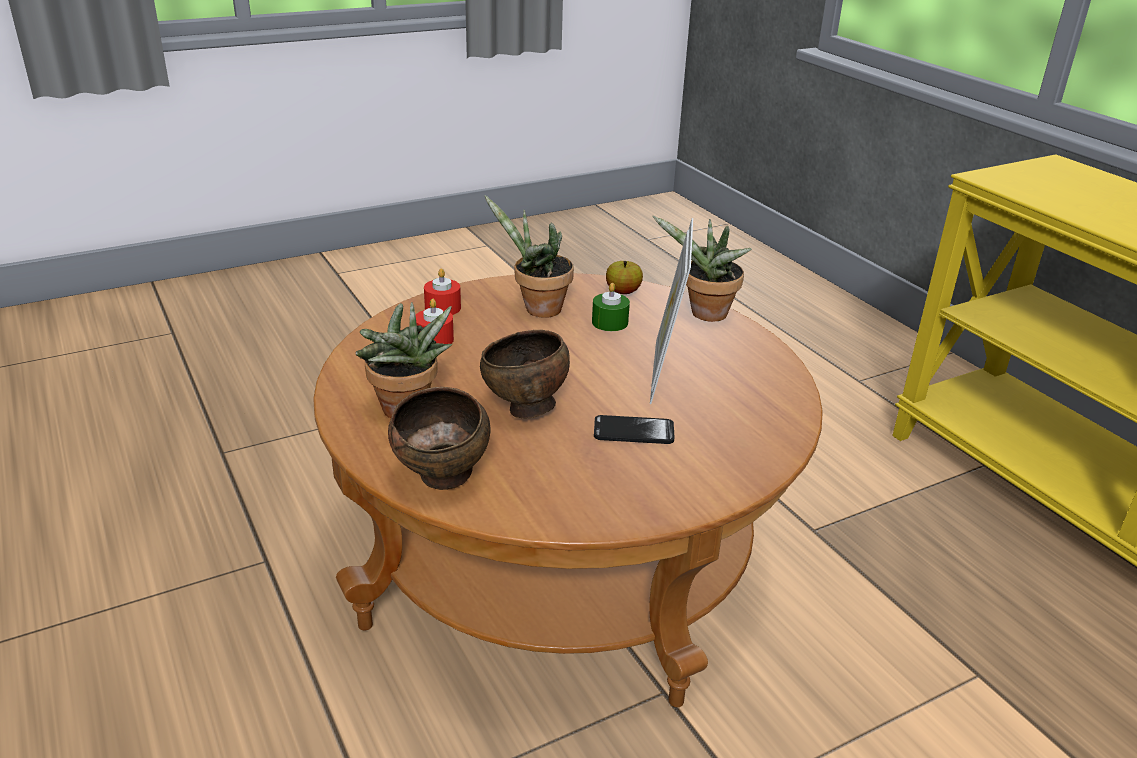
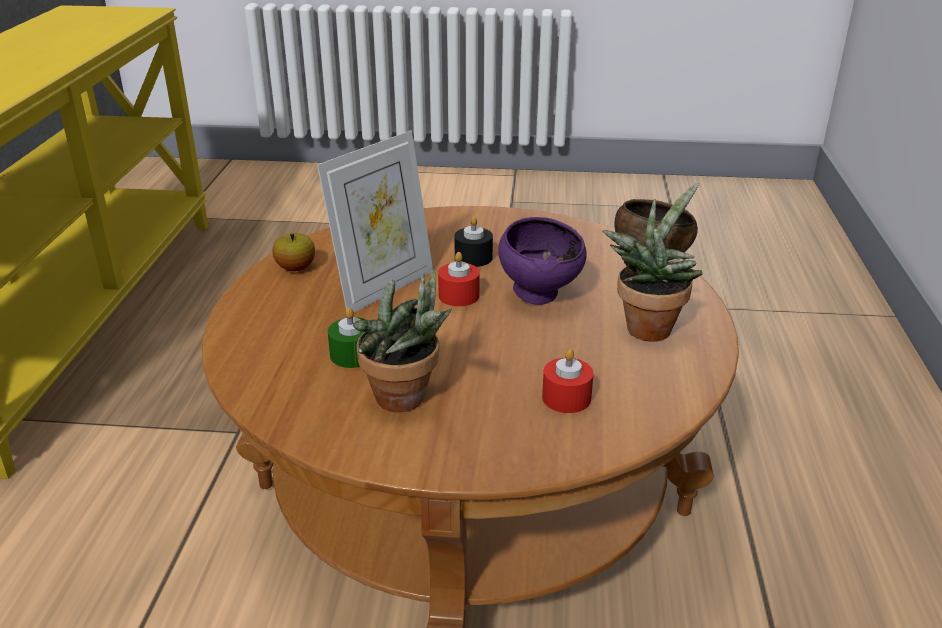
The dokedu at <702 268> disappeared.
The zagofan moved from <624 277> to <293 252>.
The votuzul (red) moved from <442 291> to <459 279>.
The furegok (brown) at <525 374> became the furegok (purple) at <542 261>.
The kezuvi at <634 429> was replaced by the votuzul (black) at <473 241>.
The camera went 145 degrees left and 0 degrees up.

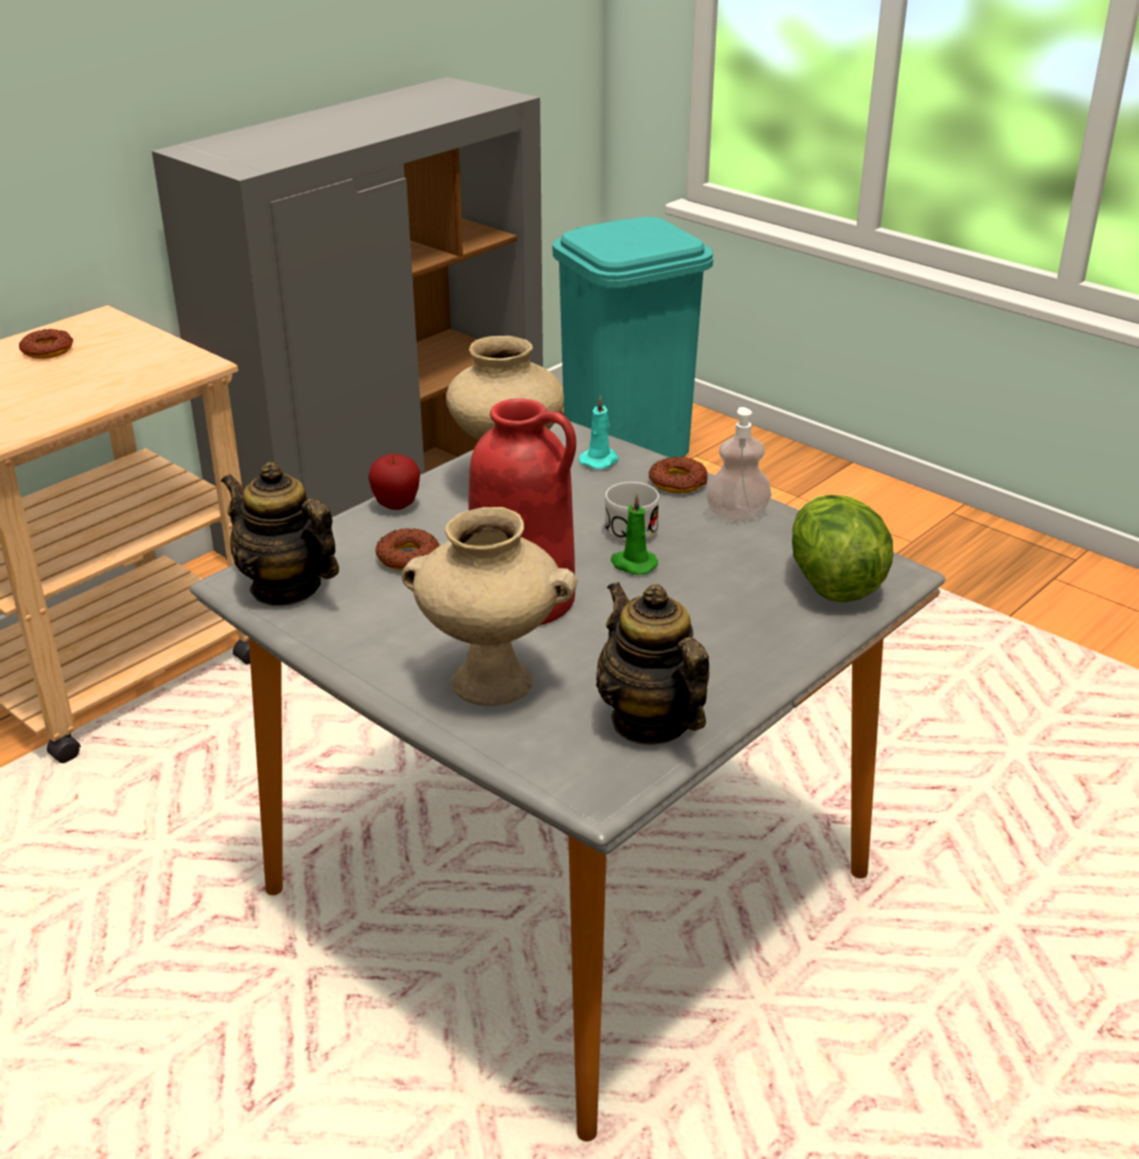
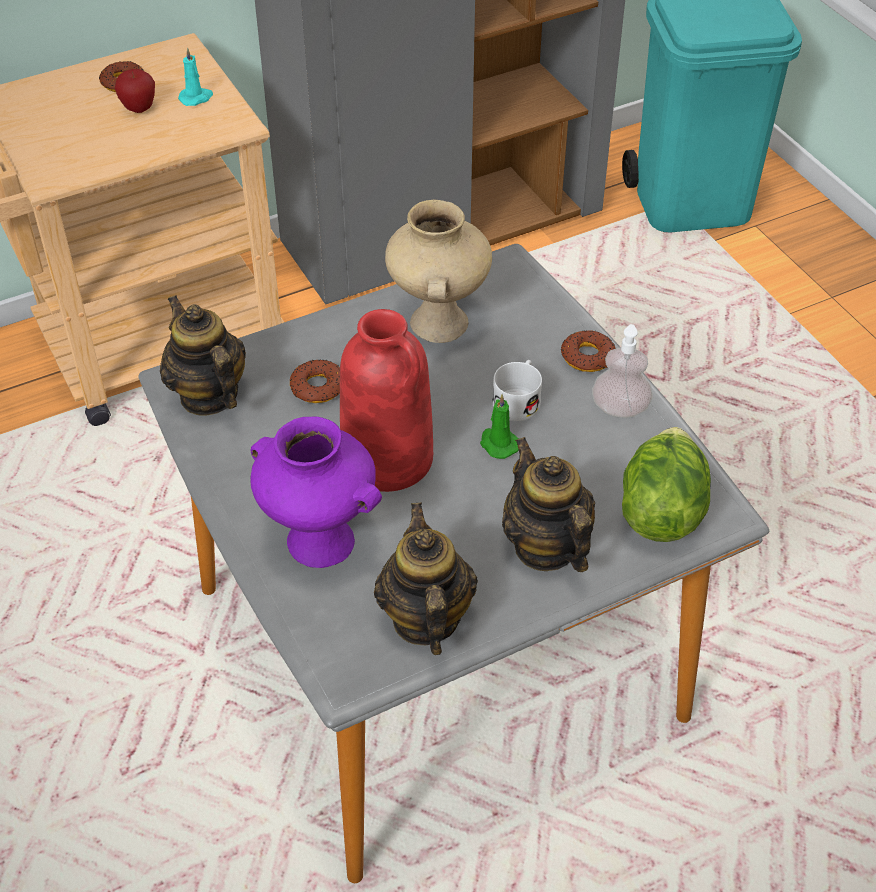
The votuzul (turquoise) moved from <599 432> to <195 76>.
The zagofan moved from <394 482> to <135 91>.
The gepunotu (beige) at <489 606> became the gepunotu (purple) at <316 492>.
The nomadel at <548 504> appeared.
The camera went 20 degrees right and 15 degrees up.

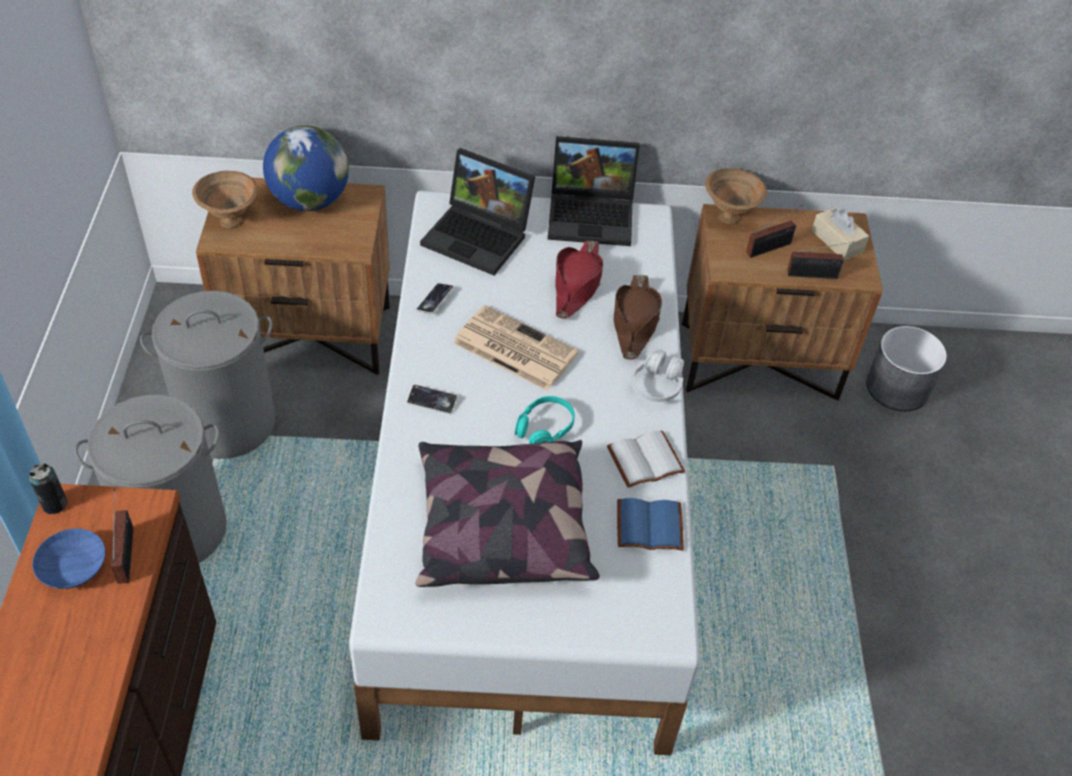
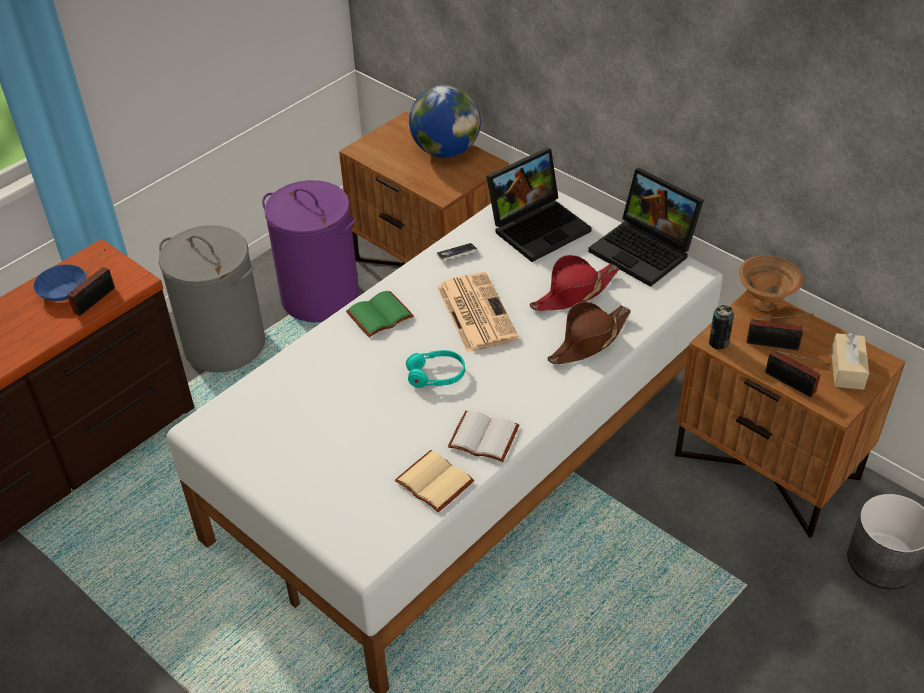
The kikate at <477 212> turned 105 degrees counterclockwise.
The furegok (brown) at <225 199> disappeared.
The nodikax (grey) at <207 375> became the nodikax (purple) at <310 251>.
The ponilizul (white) at <657 375> disappeared.
The kezuvi at <432 399> was replaced by the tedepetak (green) at <380 314>.
The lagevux at <508 513> disappeared.
The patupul moved from <48 488> to <721 327>.
The tedepetak (blue) at <650 524> became the tedepetak (beige) at <434 481>.
The camera went 45 degrees right and 5 degrees down.

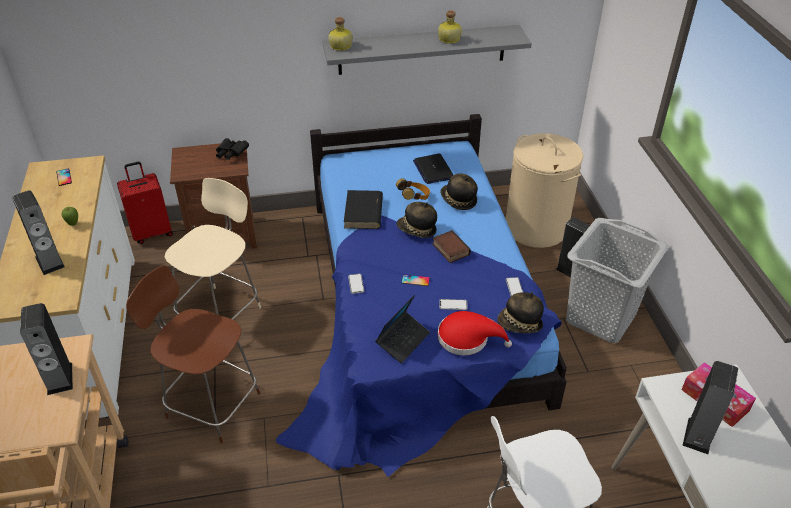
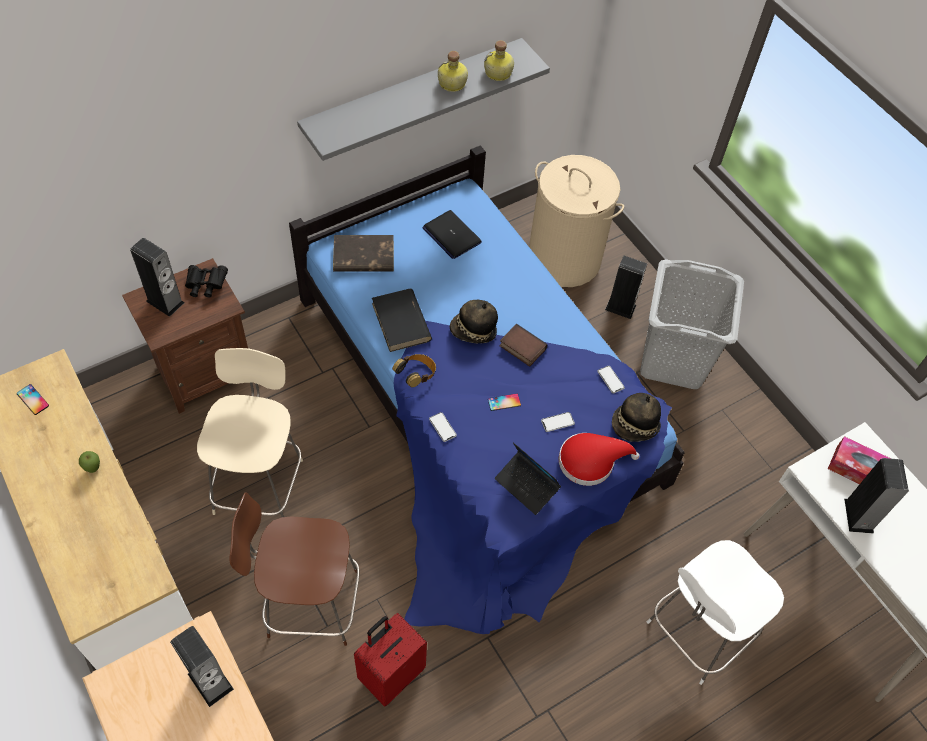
The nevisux moved from <340 34> to <499 60>.
The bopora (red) moved from <145 203> to <390 660>.
The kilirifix at <459 191> disappeared.
The ponilizul moved from <413 189> to <414 370>.
The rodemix moved from <38 232> to <157 277>.
The kikate at <402 329> turned 120 degrees clockwise.
The tedepetak (brown) at <363 253> appeared.
The camera went 25 degrees left and 15 degrees up.

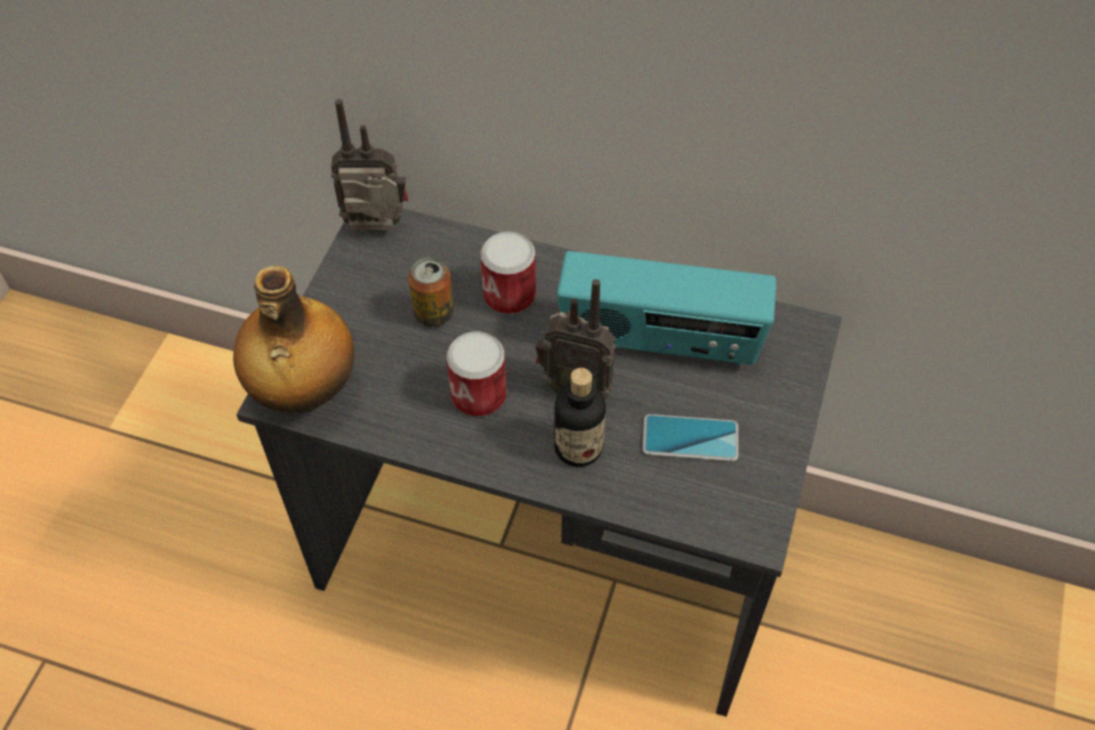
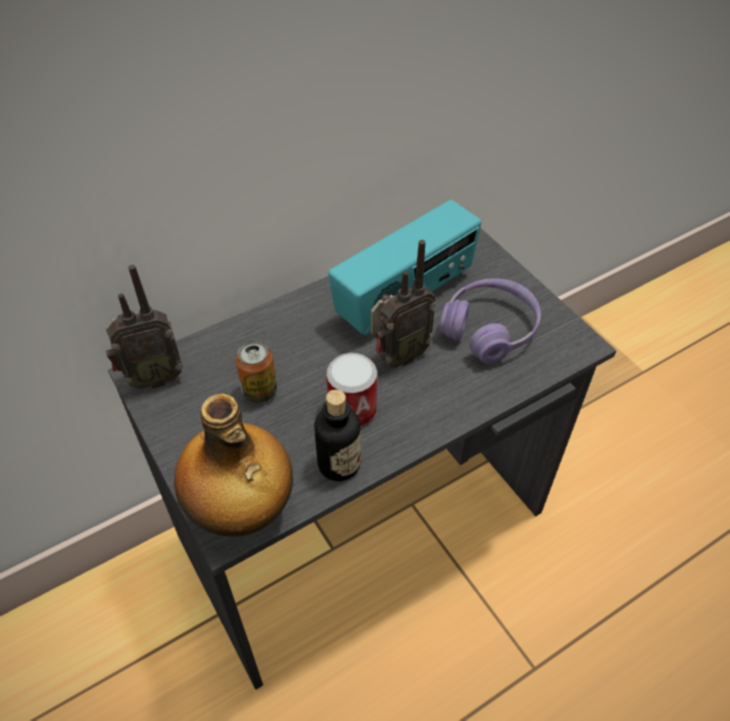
The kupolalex at <370 165> turned 150 degrees counterclockwise.
The patupul at <508 273> disappeared.
The nevisux moved from <580 417> to <337 435>.
The kezuvi at <690 437> was replaced by the ponilizul (purple) at <490 321>.
The camera went 50 degrees left and 5 degrees down.

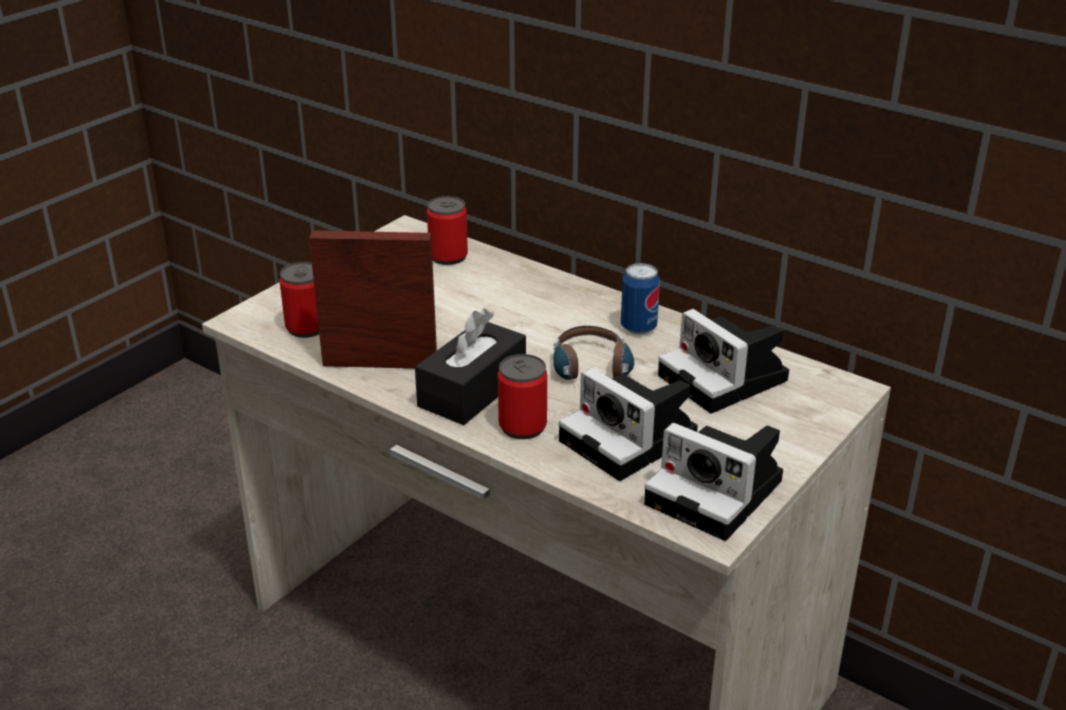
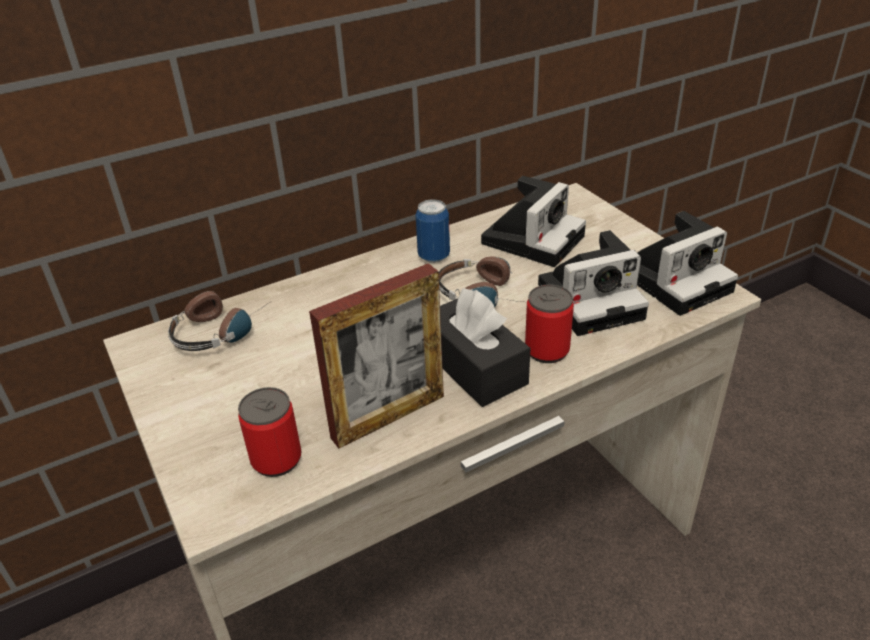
The patupul at <447 230> was replaced by the ponilizul at <219 321>.
The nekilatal at <373 299> turned 150 degrees counterclockwise.
The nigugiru at <723 361> turned 45 degrees counterclockwise.
The camera went 65 degrees left and 5 degrees up.

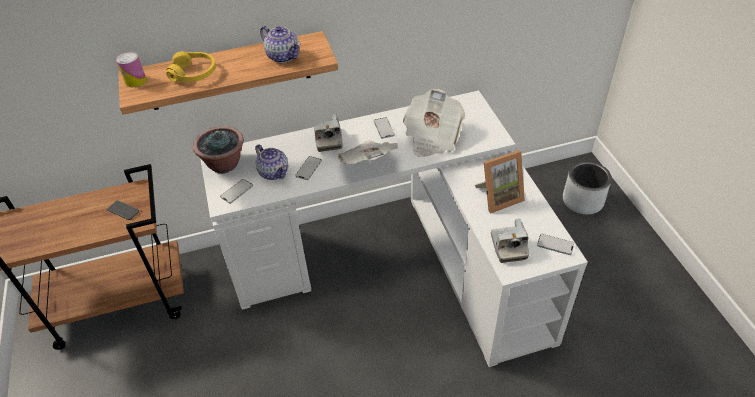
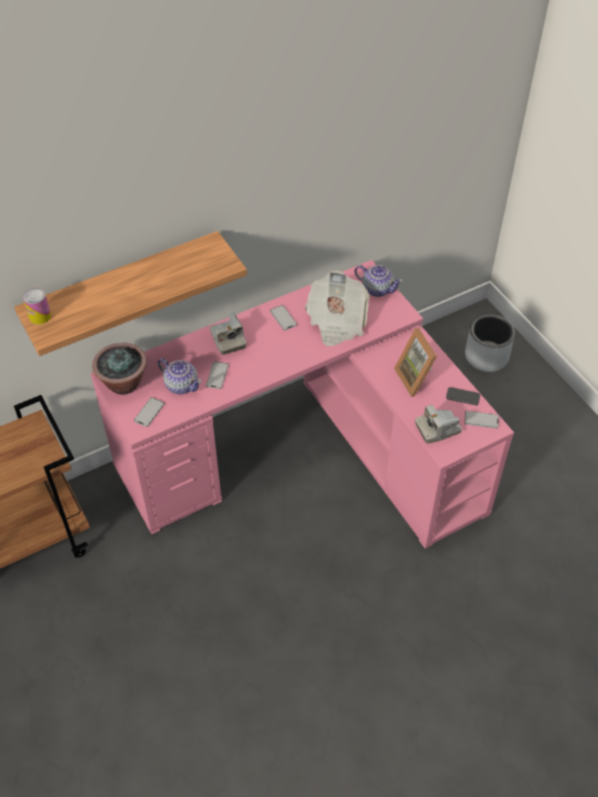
The nomadel moved from <280 44> to <379 281>.
The ponilizul (yellow) at <191 66> disappeared.
The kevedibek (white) at <394 229> became the kevedibek (pink) at <302 404>.
The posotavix at <368 152> disappeared.
The nekilatal at <500 181> turned 105 degrees clockwise.
The kezuvi moved from <123 210> to <463 396>.
The nigugiru at <510 241> turned 90 degrees clockwise.
The camera went 15 degrees left and 5 degrees up.

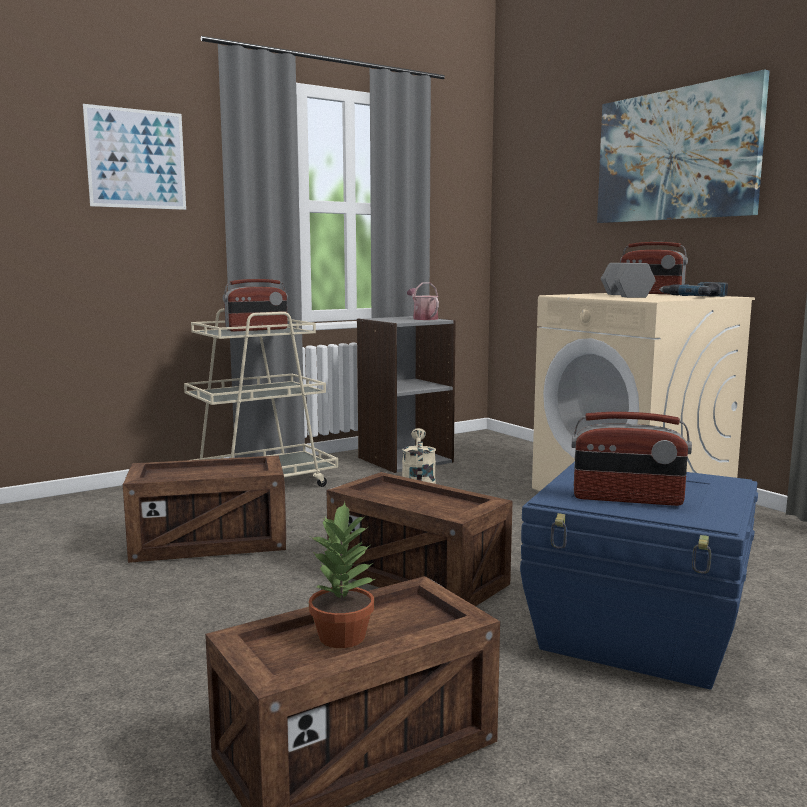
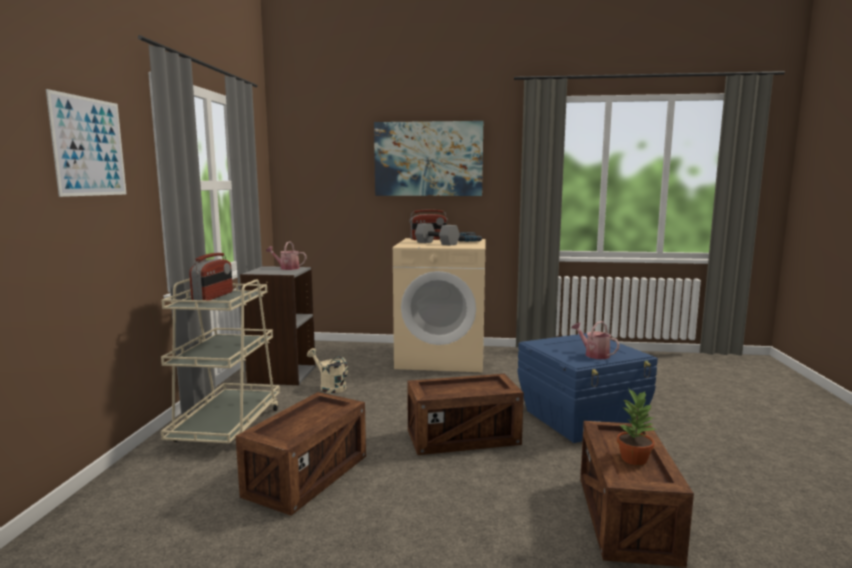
The kupolalex at <632 459> was replaced by the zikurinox at <595 340>.
The camera went 50 degrees left and 0 degrees up.

